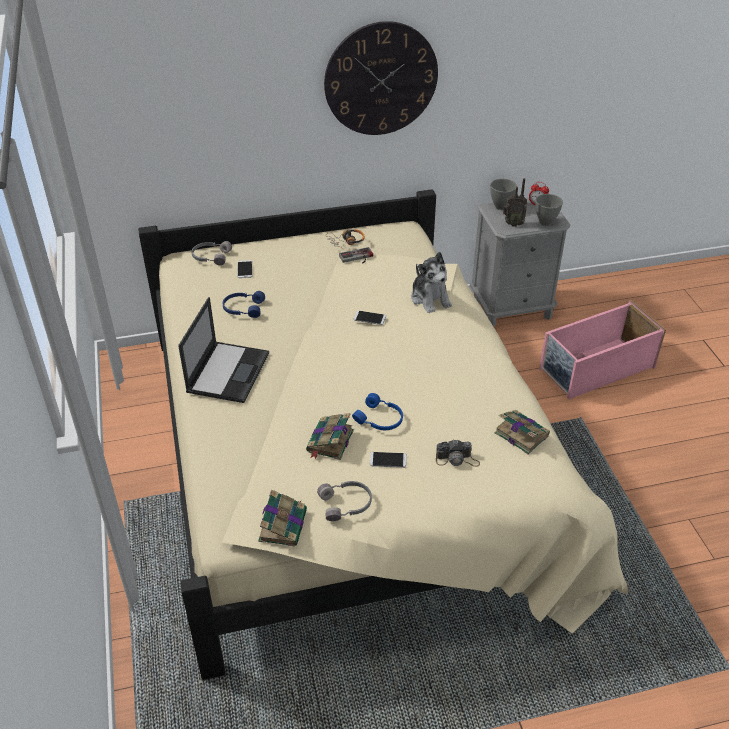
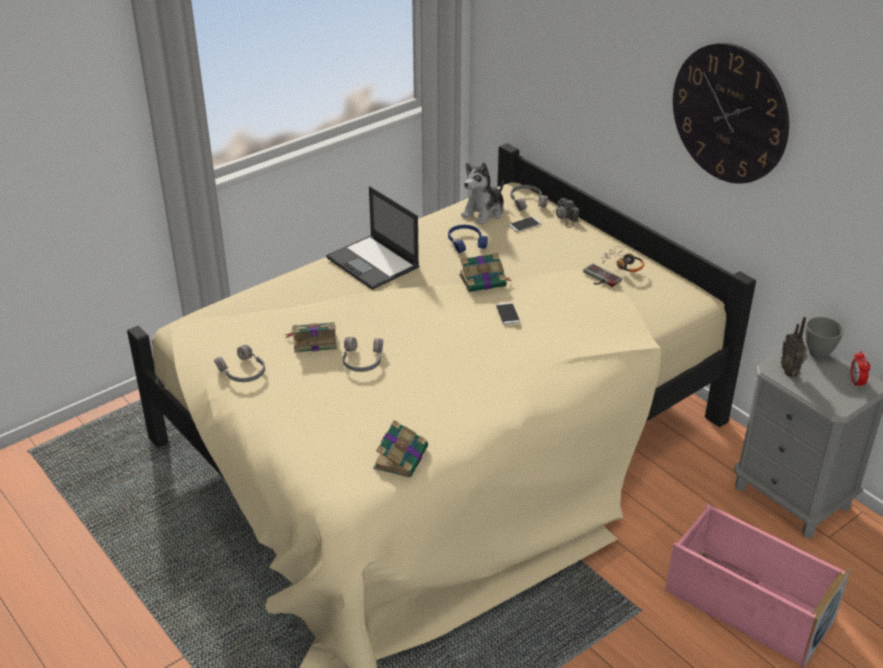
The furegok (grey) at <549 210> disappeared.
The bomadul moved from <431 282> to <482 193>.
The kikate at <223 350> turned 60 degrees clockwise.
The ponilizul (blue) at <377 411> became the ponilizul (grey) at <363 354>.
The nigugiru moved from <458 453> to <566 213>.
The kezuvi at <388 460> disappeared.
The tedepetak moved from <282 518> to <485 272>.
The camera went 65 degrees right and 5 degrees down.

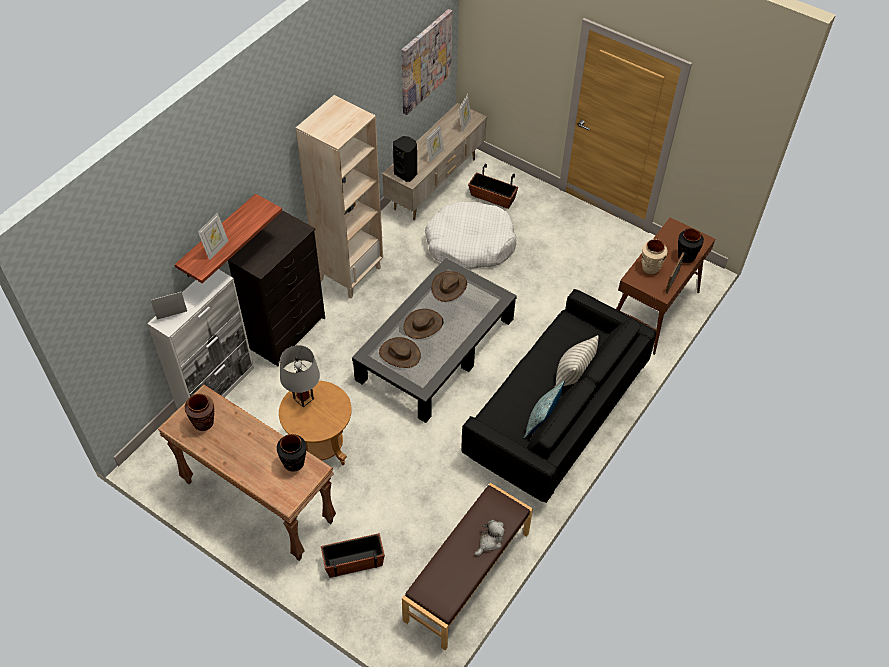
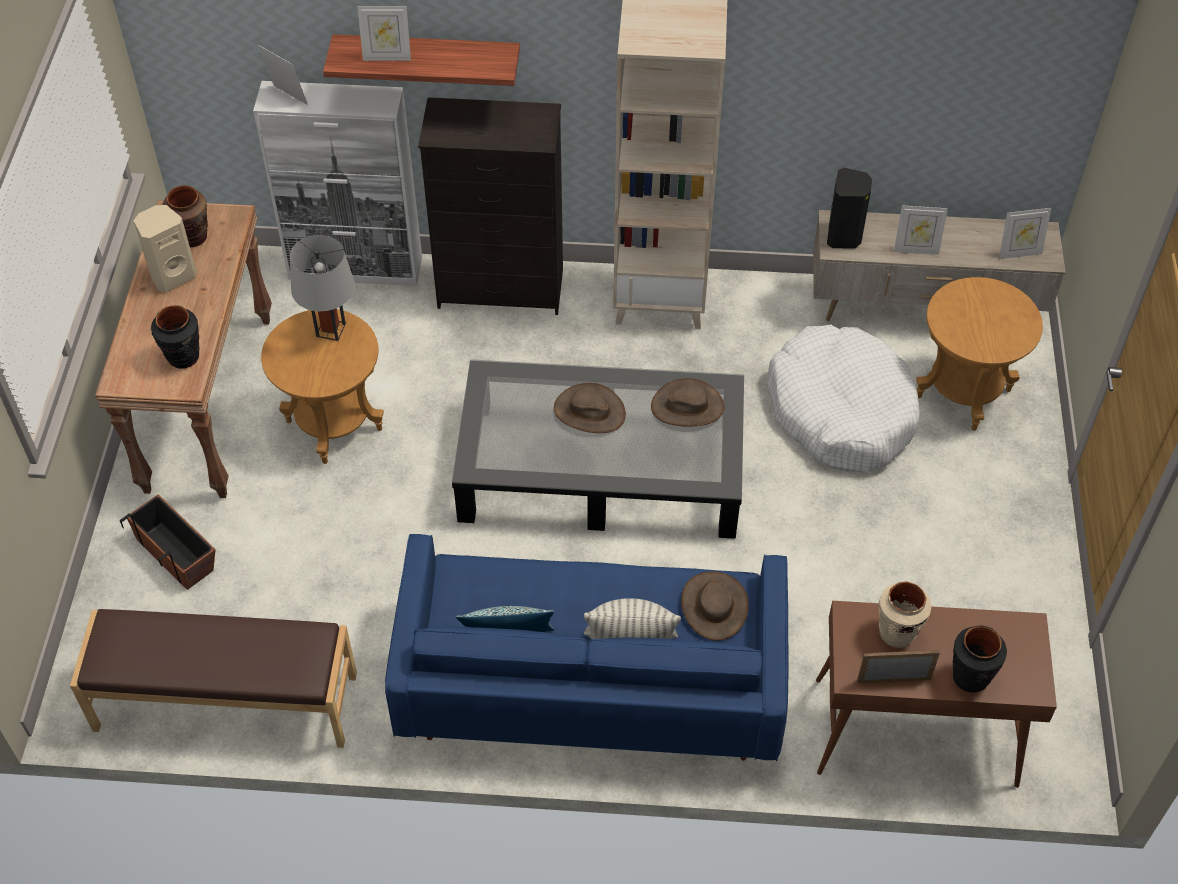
The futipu at <426 62> disappeared.
The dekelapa at <493 186> was replaced by the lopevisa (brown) at <979 354>.
The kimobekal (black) at <558 396> became the kimobekal (blue) at <586 647>.
The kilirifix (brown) moved from <400 352> to <715 606>.
The bomadul at <490 537> disappeared.
The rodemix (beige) at <165 248> appeared.
The camera went 60 degrees right and 0 degrees up.

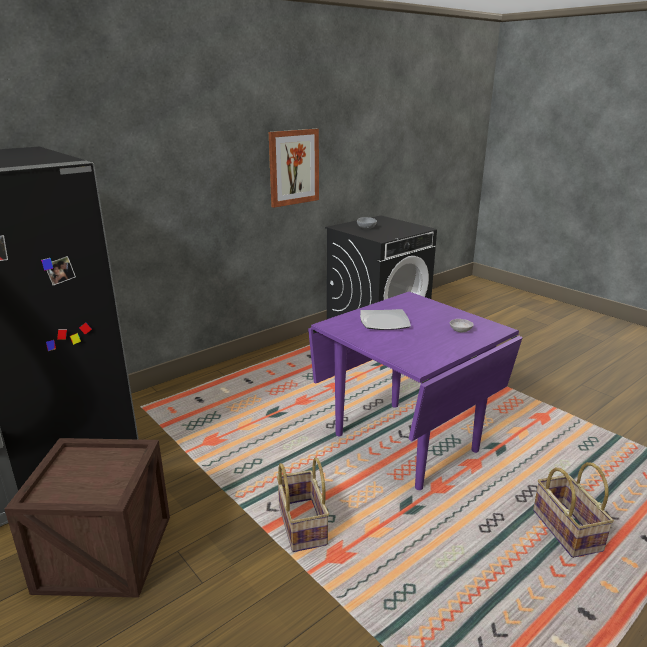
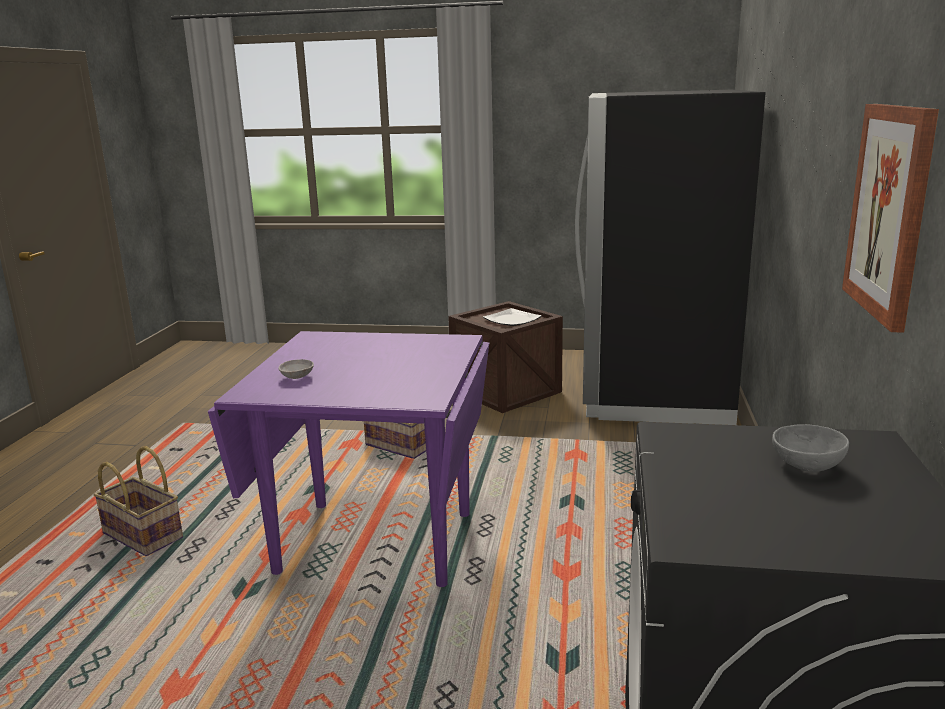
The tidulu moved from <385 319> to <512 317>.
The camera went 140 degrees right and 5 degrees down.

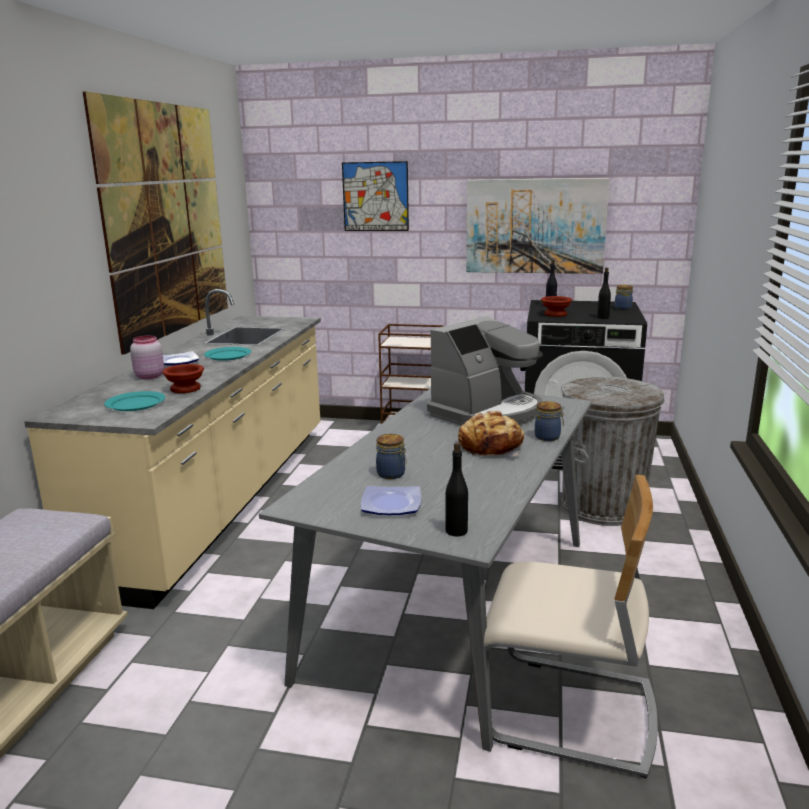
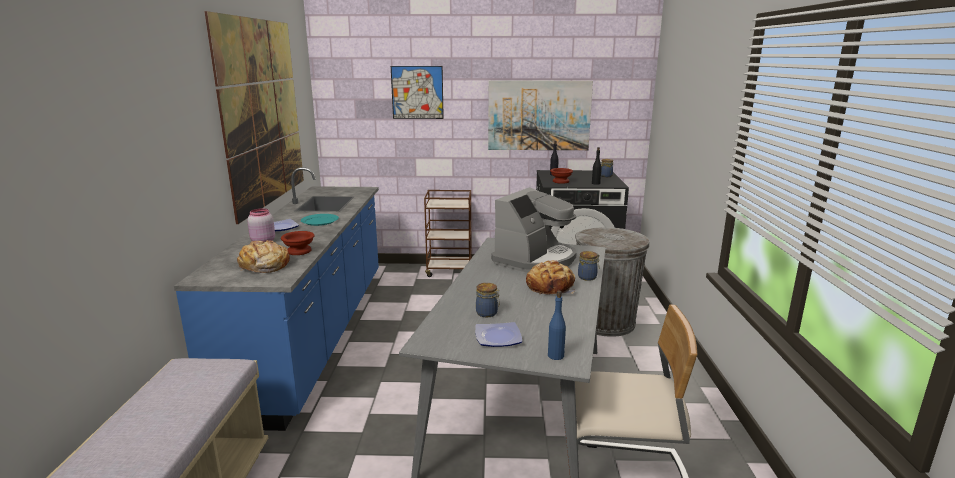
The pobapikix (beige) at <172 449> became the pobapikix (blue) at <276 299>.
The tidulu (turquoise) at <134 401> was replaced by the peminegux at <263 256>.
The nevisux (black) at <457 489> became the nevisux (blue) at <557 325>.
The camera went 10 degrees left and 0 degrees up.

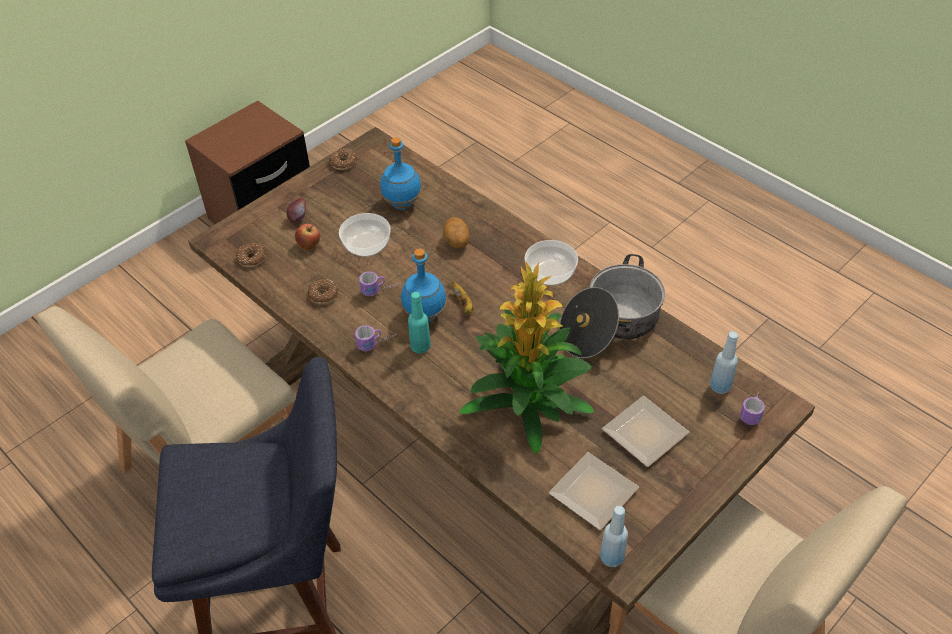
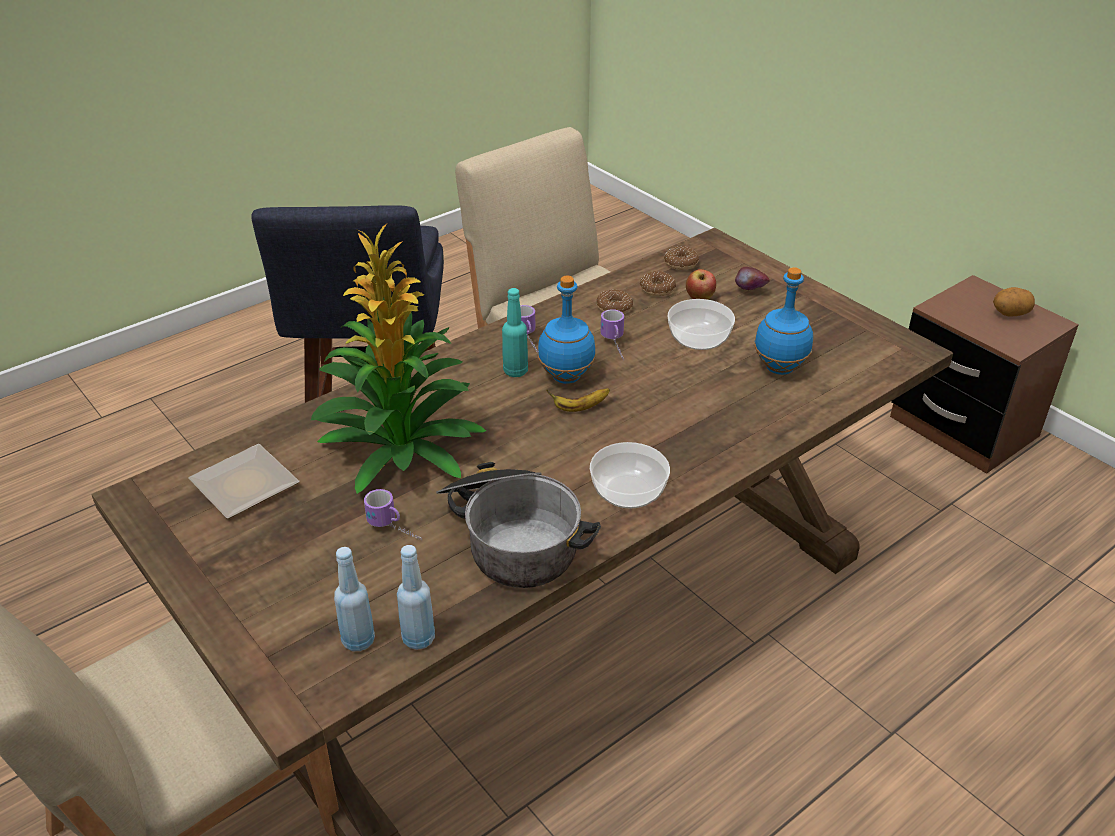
The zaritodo moved from <343 159> to <658 283>.
The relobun moved from <456 232> to <1014 301>.
The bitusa moved from <752 409> to <393 515>.
The tidulu at <645 431> disappeared.
The nevisux (blue) moved from <614 536> to <416 597>.
The camera went 95 degrees right and 10 degrees down.

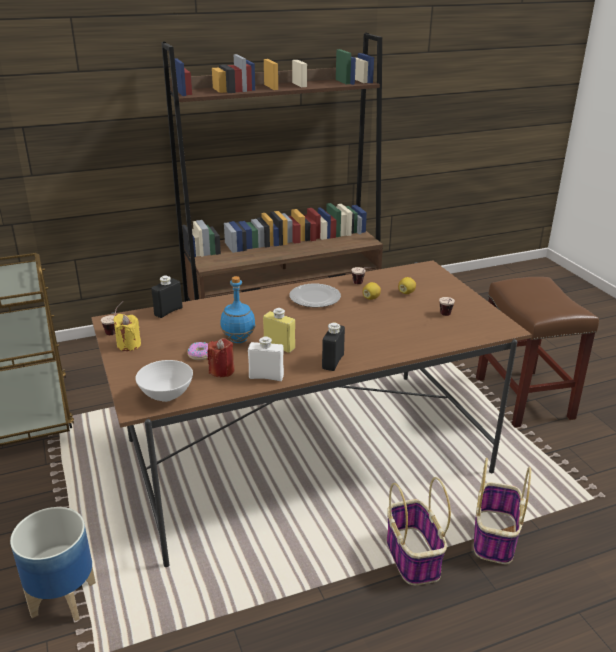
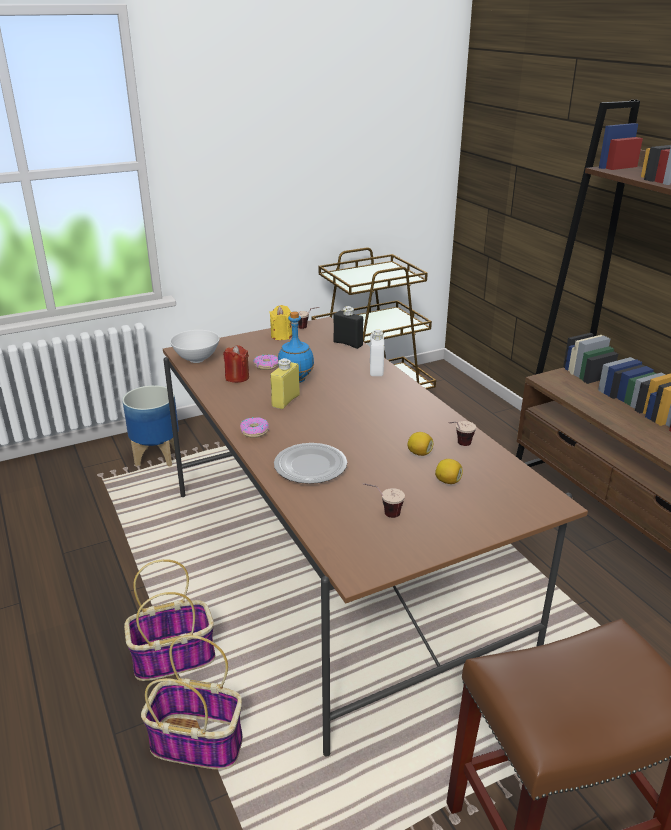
The tidulu moved from <315 295> to <310 463>.
The nevisux (black) at <333 346> was replaced by the zaritodo at <254 427>.
The nevisux (white) moved from <266 358> to <377 352>.
The camera went 85 degrees right and 0 degrees up.

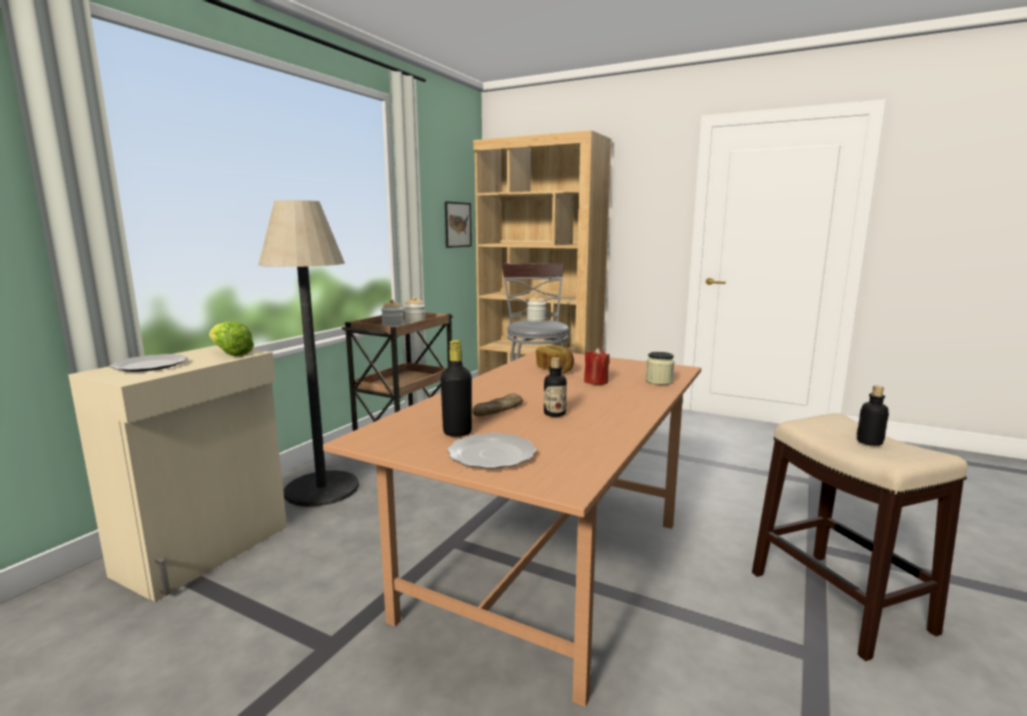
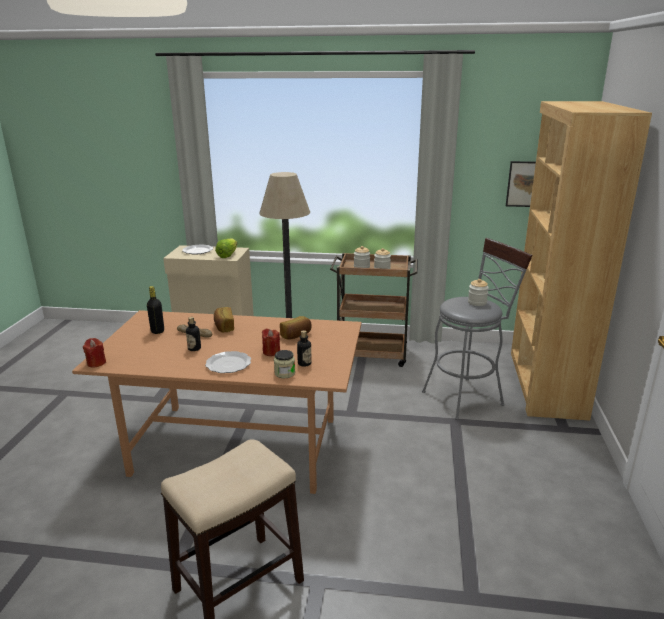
The nevisux moved from <873 416> to <304 348>.
The tidulu moved from <491 451> to <228 362>.
The peminegux at <224 319> appeared.
The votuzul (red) at <94 352> appeared.
The camera went 70 degrees right and 10 degrees up.

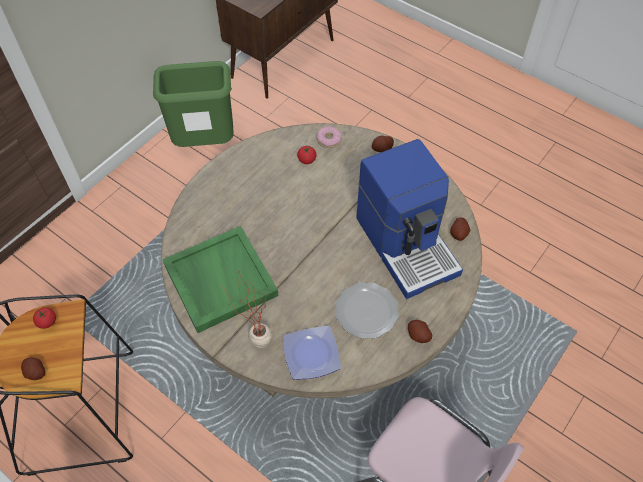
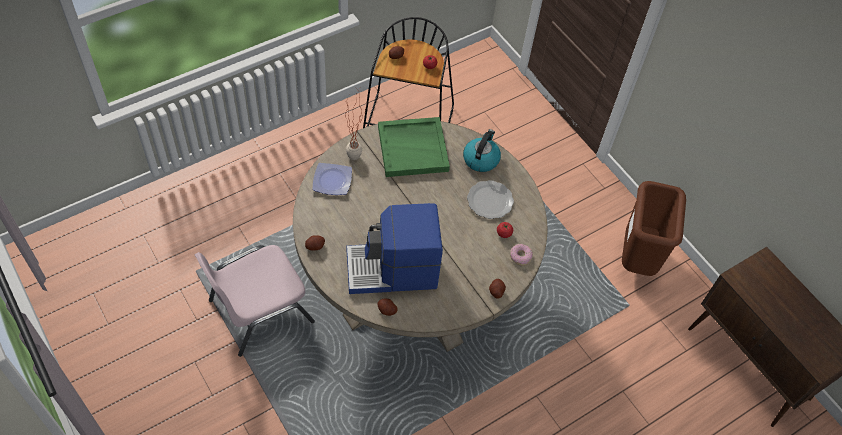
The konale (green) at <193 104> became the konale (brown) at <654 228>.
The tidulu moved from <367 310> to <490 199>.
The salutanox at <482 150> appeared.
The camera went 105 degrees right and 0 degrees up.

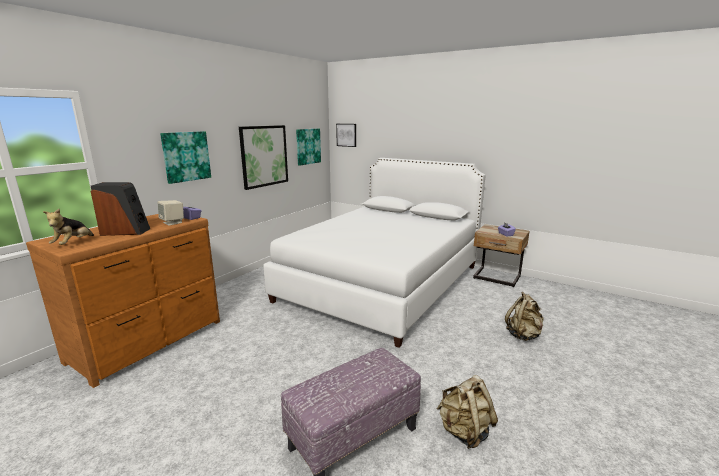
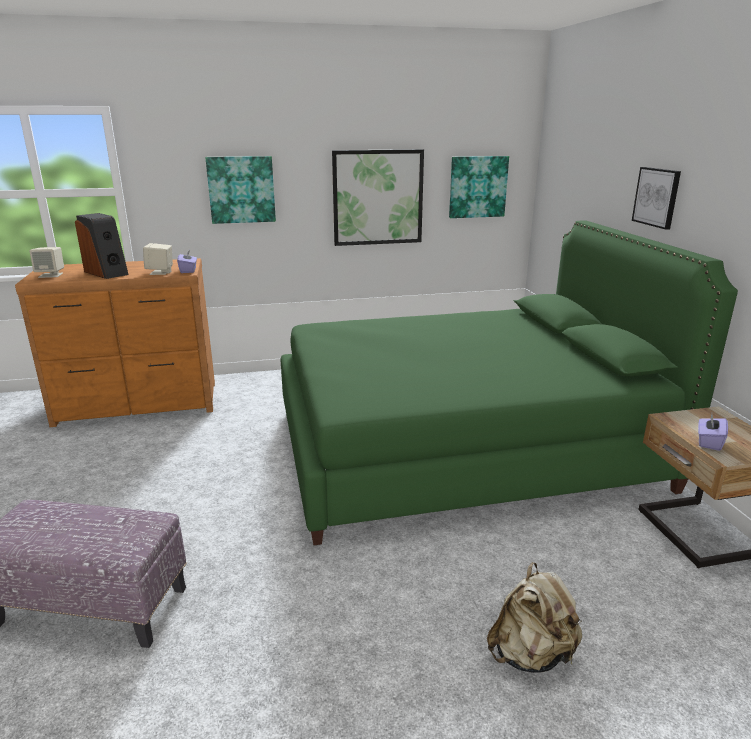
The futipu moved from <346 135> to <656 198>.
The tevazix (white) at <374 253> became the tevazix (green) at <509 382>.
The bomadul at <68 227> was replaced by the rodemix (beige) at <46 262>.
The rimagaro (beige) at <467 412> disappeared.
The camera went 45 degrees right and 5 degrees up.

